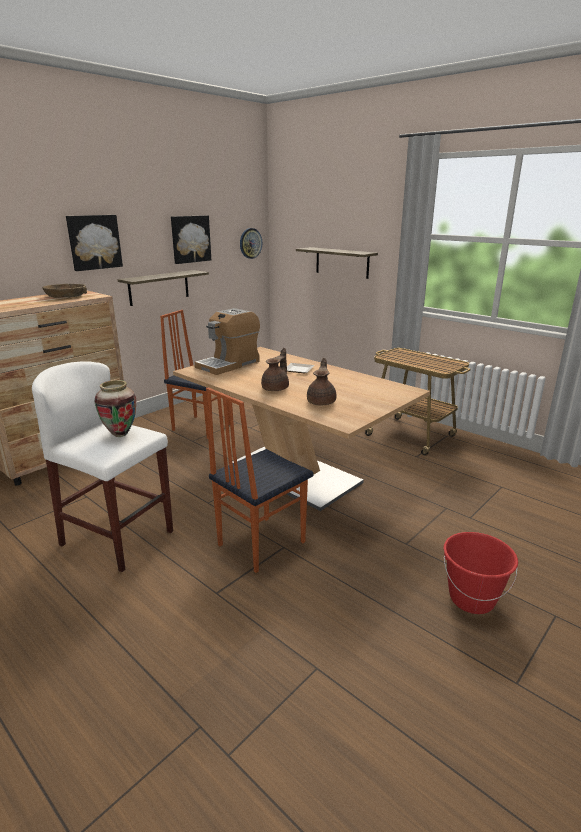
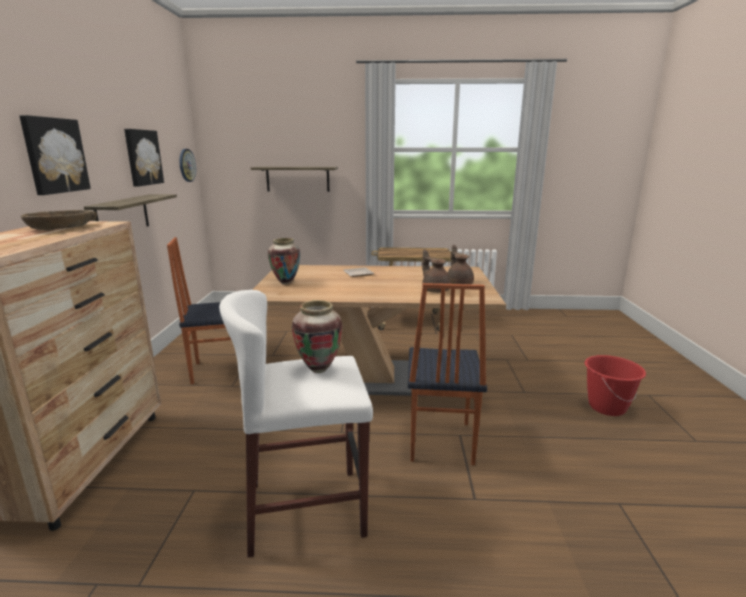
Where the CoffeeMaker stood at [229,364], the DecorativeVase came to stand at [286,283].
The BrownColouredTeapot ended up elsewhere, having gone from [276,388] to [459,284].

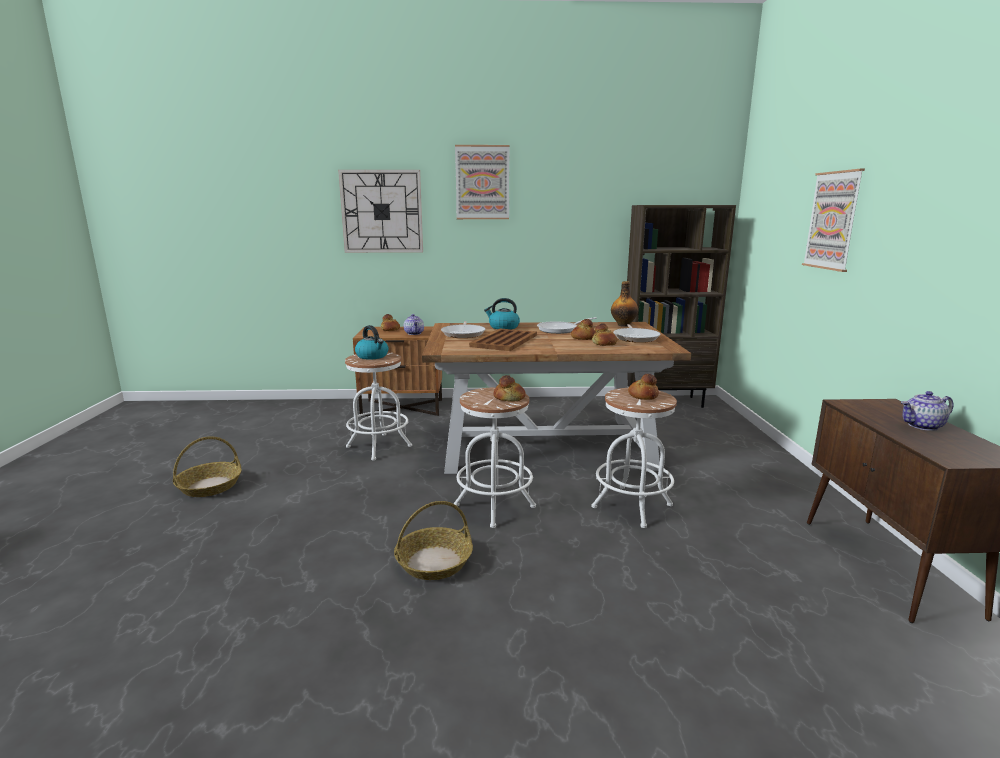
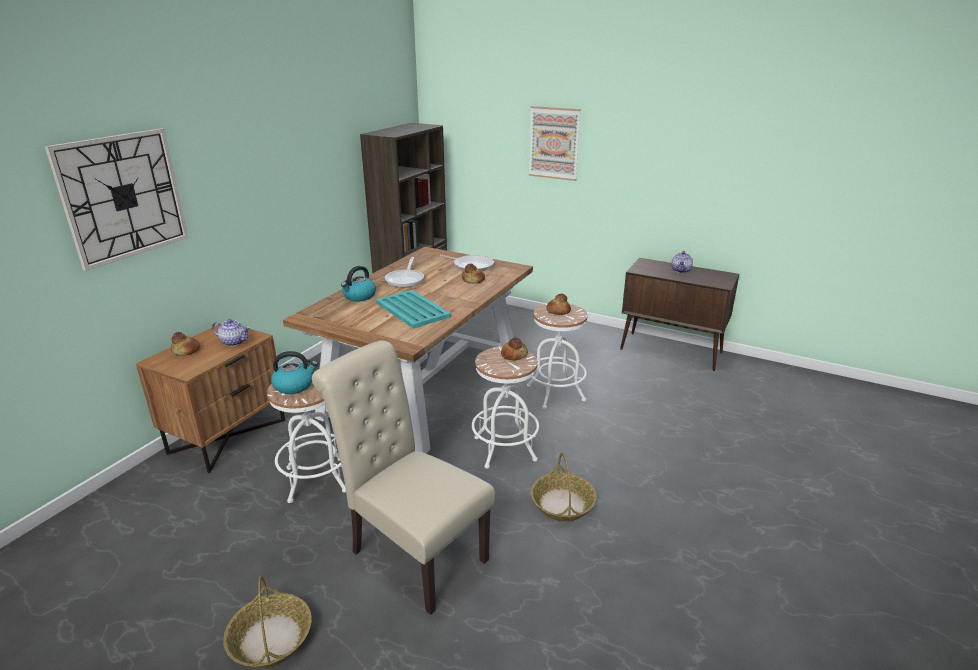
The second view lost the Pan at [463,334].
The second view lost the WallArt at [482,182].
What was the BrownColouredTray at [504,341] turned into the BlueGreenTray at [412,310].
The second view lost the BakeryBread at [583,338].
The second view lost the BeverageBottle at [623,325].
The second view gained the BeigeColouredUprightChair at [412,552].

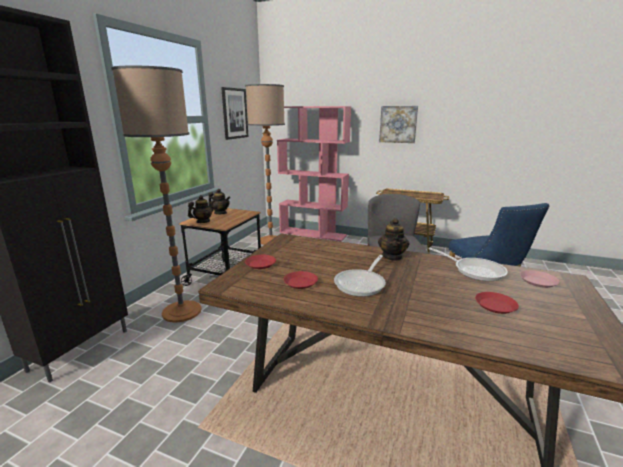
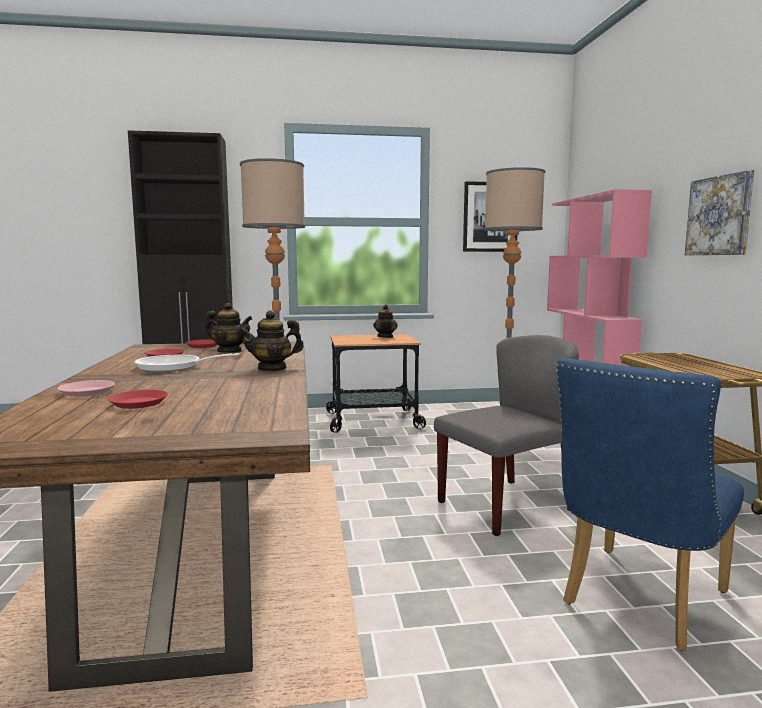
The Teapot ended up elsewhere, having gone from [203,221] to [229,351].
The second view lost the Pan at [474,270].
The PinkishFlatDish ended up elsewhere, having gone from [538,281] to [87,392].

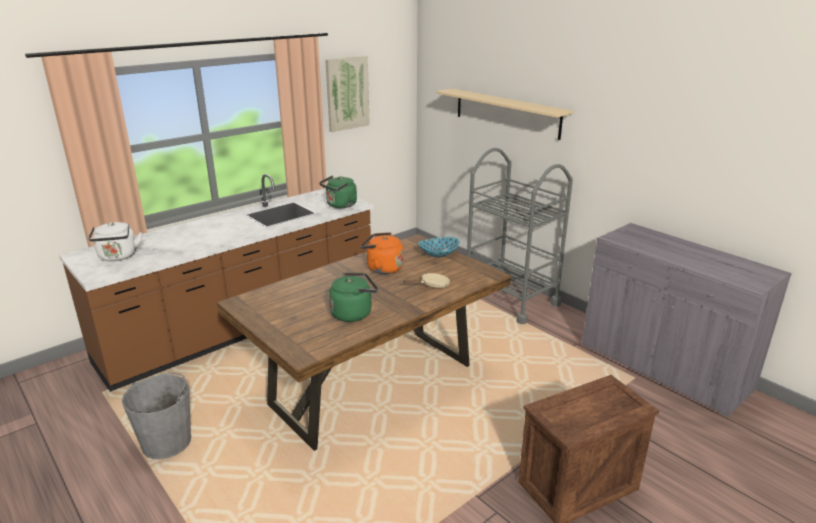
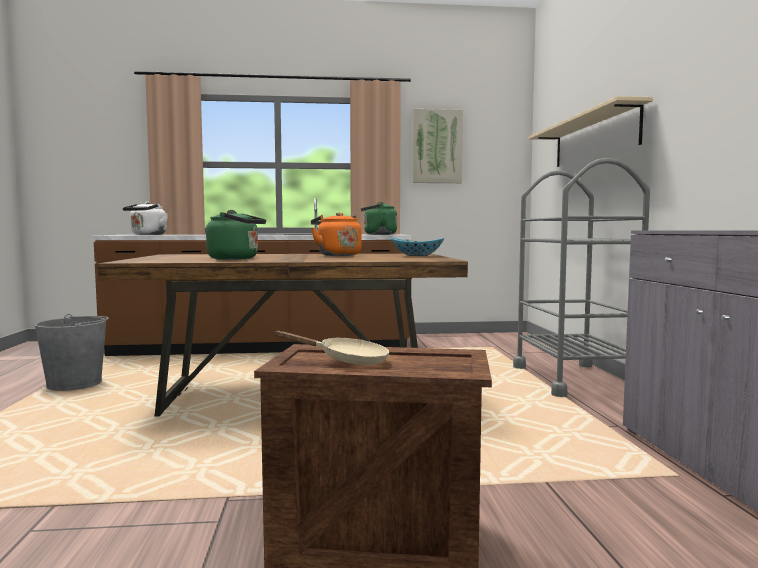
The BeigeColouredPan ended up elsewhere, having gone from [432,285] to [346,360].

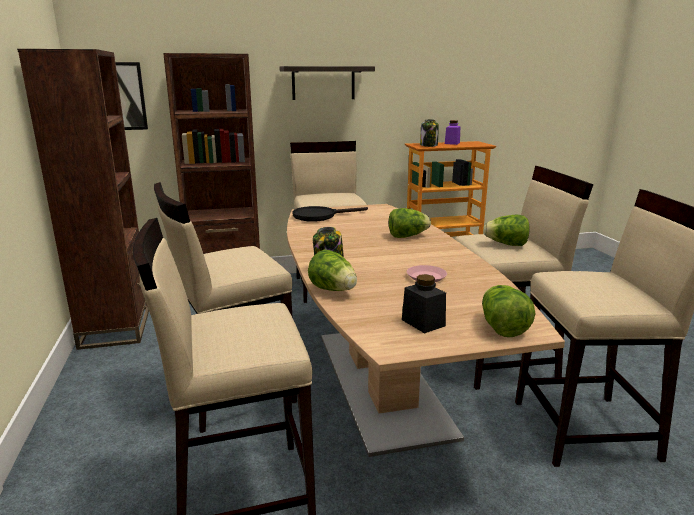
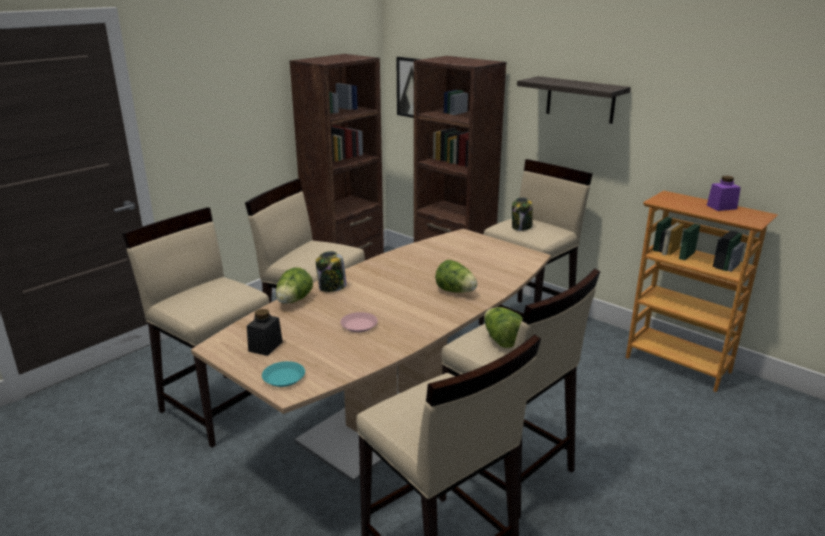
The second view lost the BlackPan at [320,216].
The StorageJar ended up elsewhere, having gone from [429,145] to [521,227].
Where the LettuceHead stood at [502,328], the BlueGreenFlatDish came to stand at [283,377].

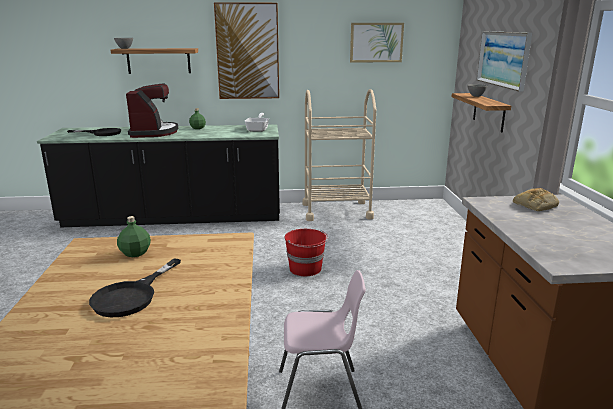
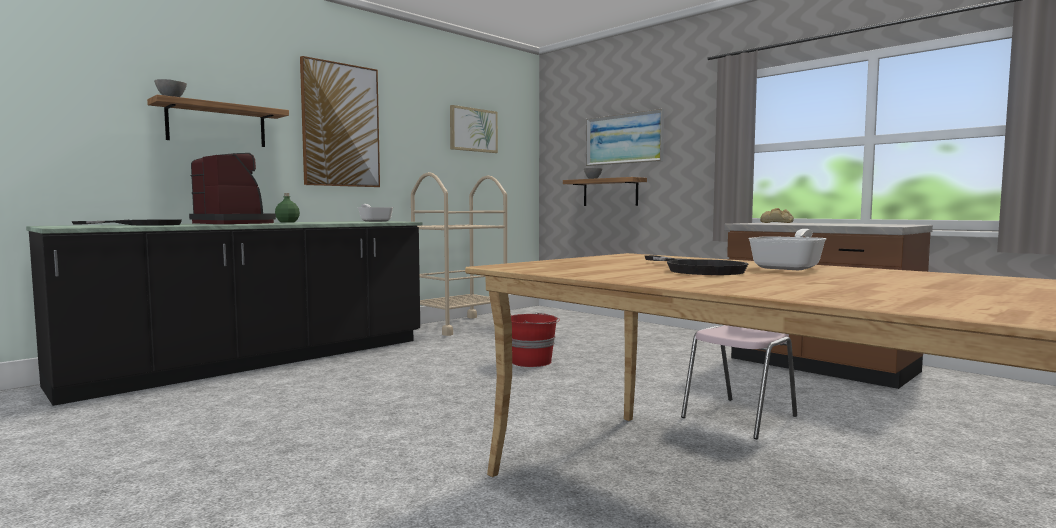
The second view lost the GreenishBeverageBottle at [135,253].
The second view gained the Pan at [790,267].

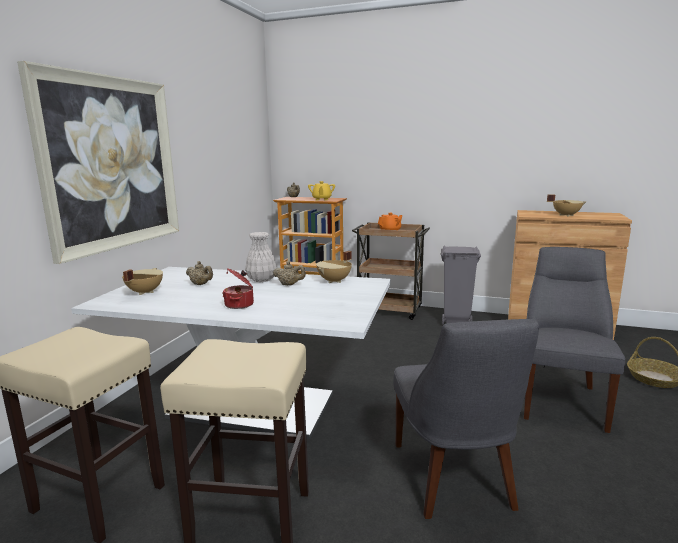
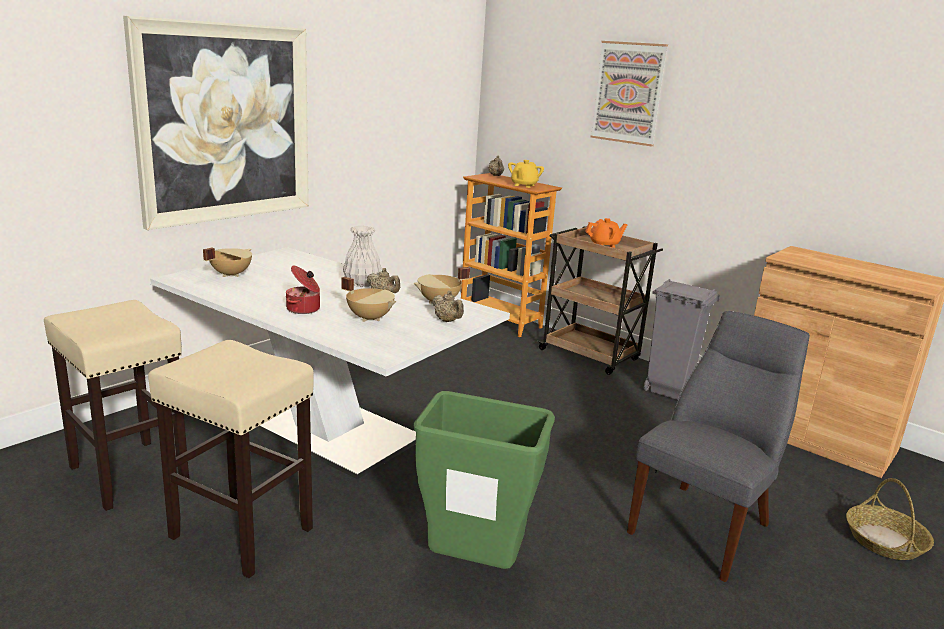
The BeigeColouredTeapot ended up elsewhere, having gone from [201,284] to [447,321].
Where the GreyishUprightChair stood at [454,479], the GreenishRubbishBin came to stand at [472,566].
The BeigeColouredSaucepot ended up elsewhere, having gone from [566,215] to [370,318].
The second view gained the WallArt at [628,93].

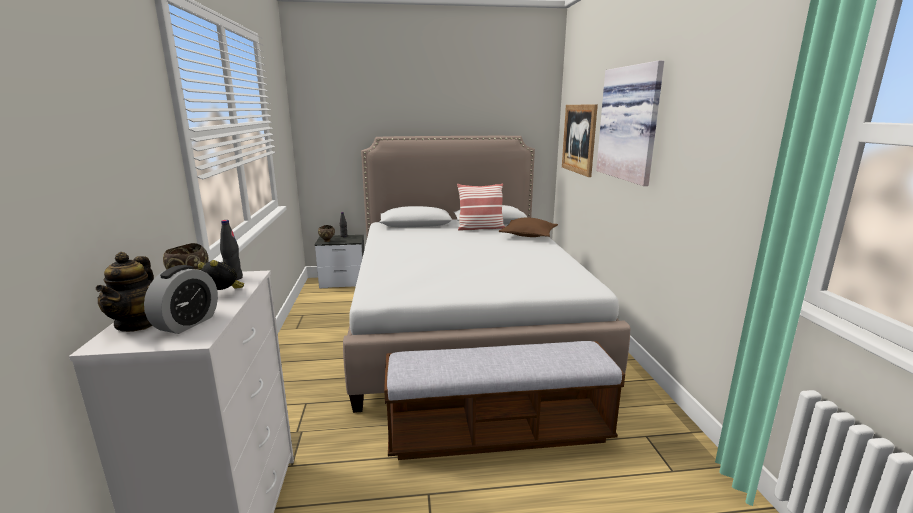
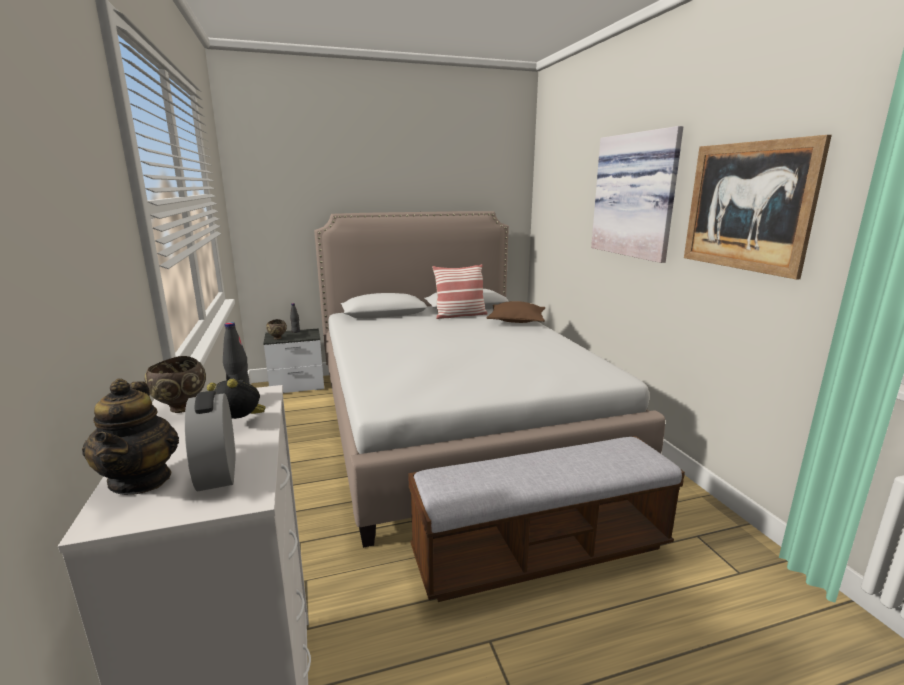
The TableClock at [187,323] ended up facing another way, 150 degrees clockwise from before.
The WallArt ended up elsewhere, having gone from [579,139] to [747,206].

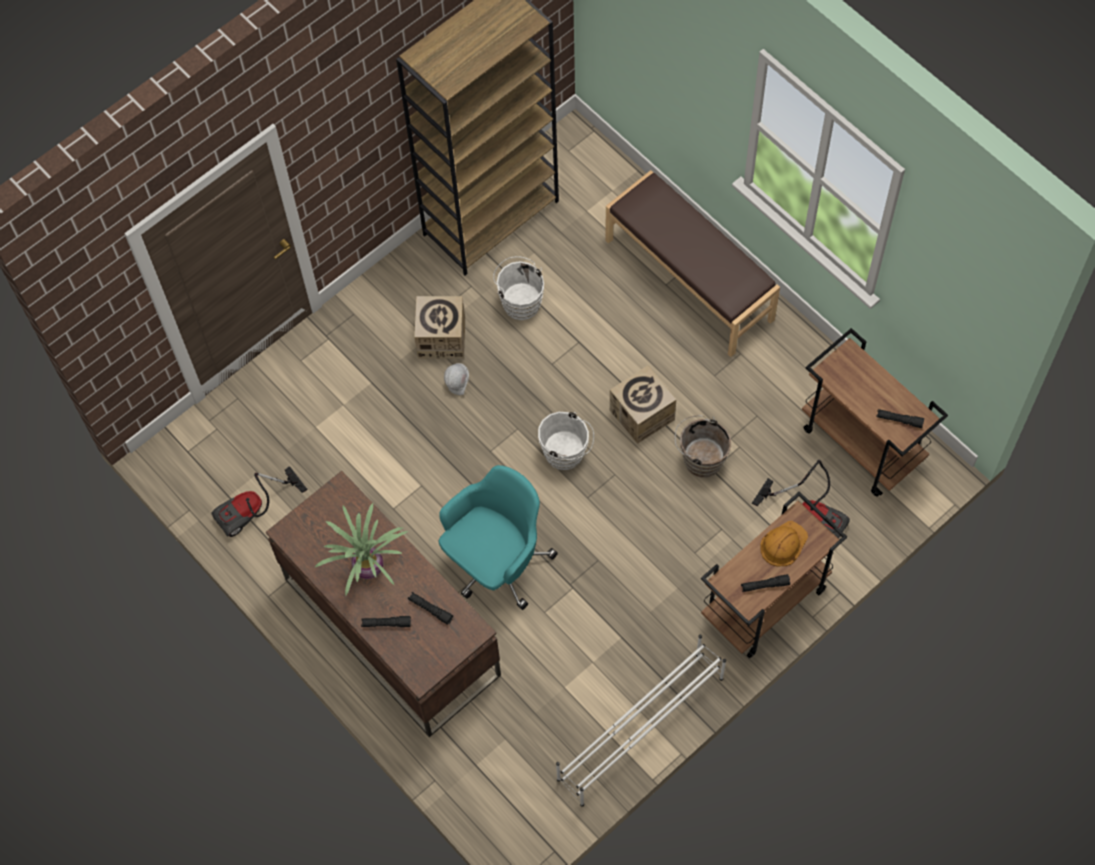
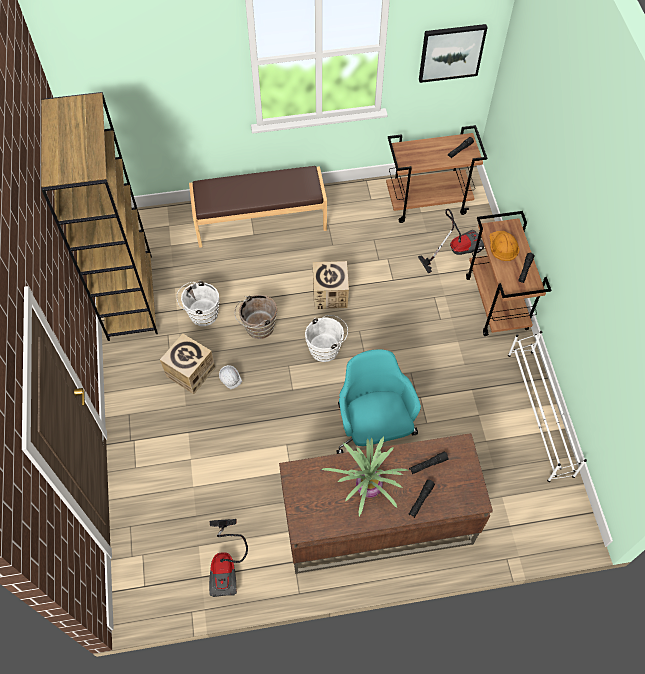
The BrownColouredBucket ended up elsewhere, having gone from [700,458] to [257,328].
The second view gained the WallArt at [451,52].

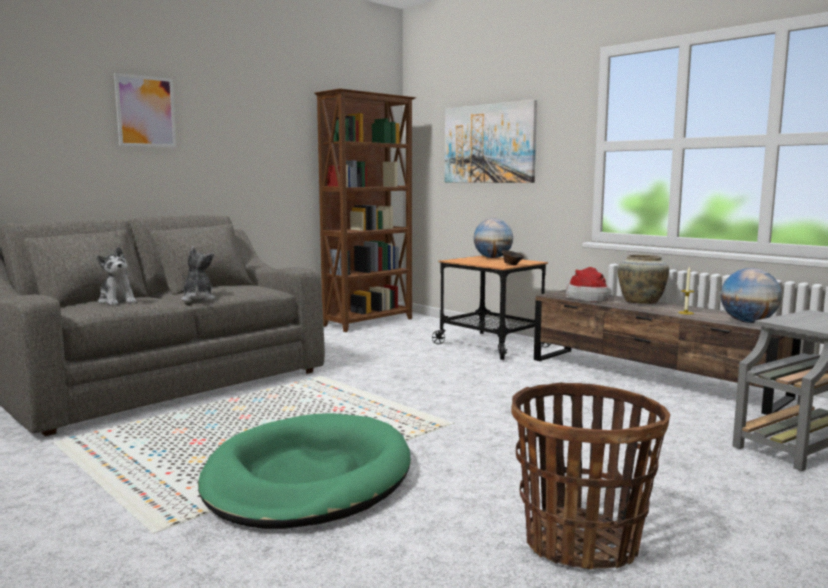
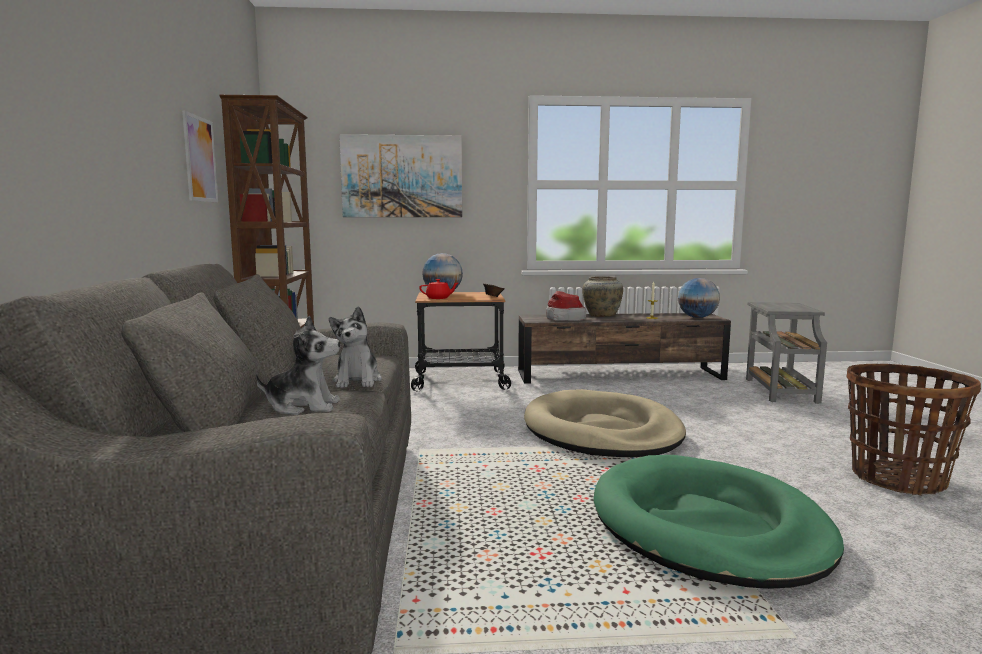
The WallArt ended up elsewhere, having gone from [146,111] to [200,159].
The SoftToy at [198,299] ended up facing another way, 120 degrees counterclockwise from before.
The second view gained the ReddishTeapot at [439,298].
The second view gained the BeigeColouredPetBed at [602,431].

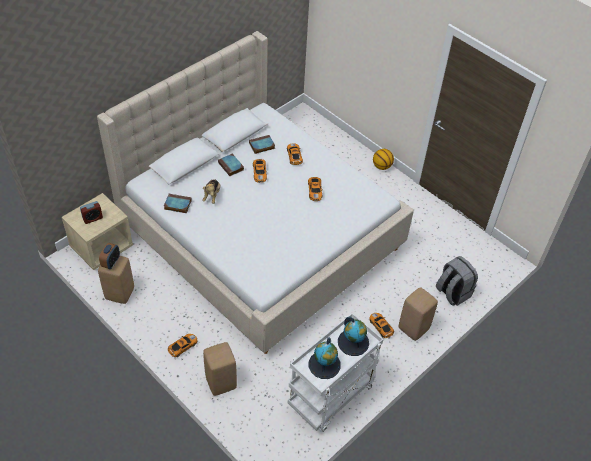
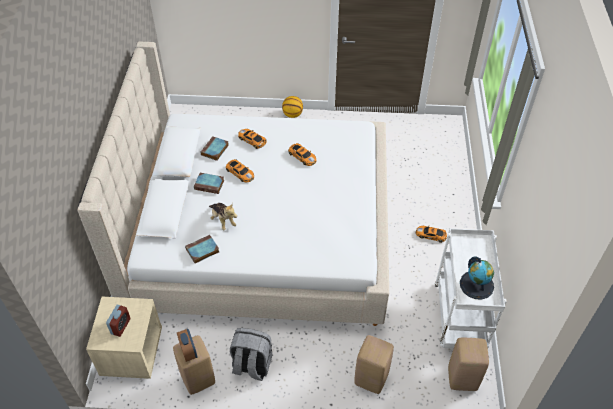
The second view lost the ModelCar at [182,346].
The second view lost the DeskGlobe at [353,342].
The BeigeColouredStool ended up elsewhere, having gone from [413,329] to [463,379].
The GreyishRucksack ended up elsewhere, having gone from [452,293] to [251,365].

